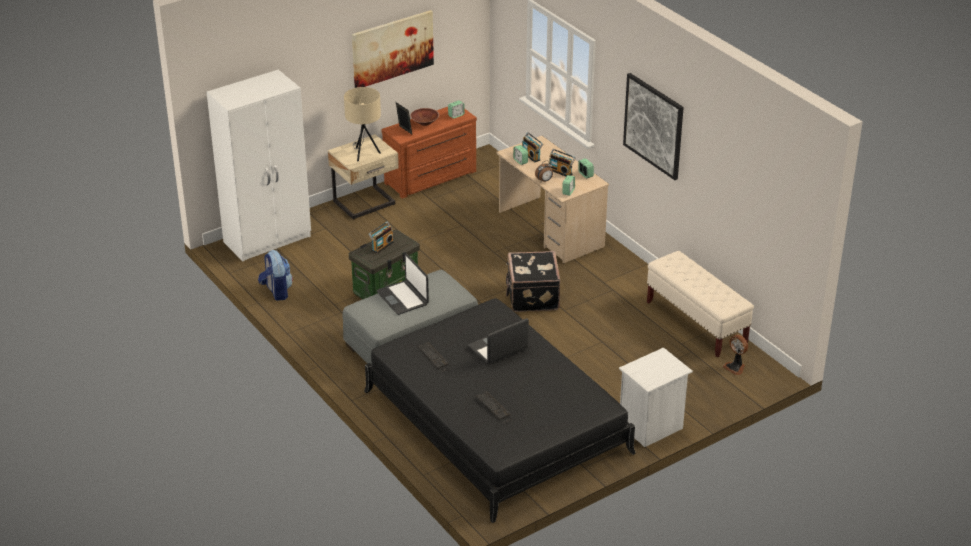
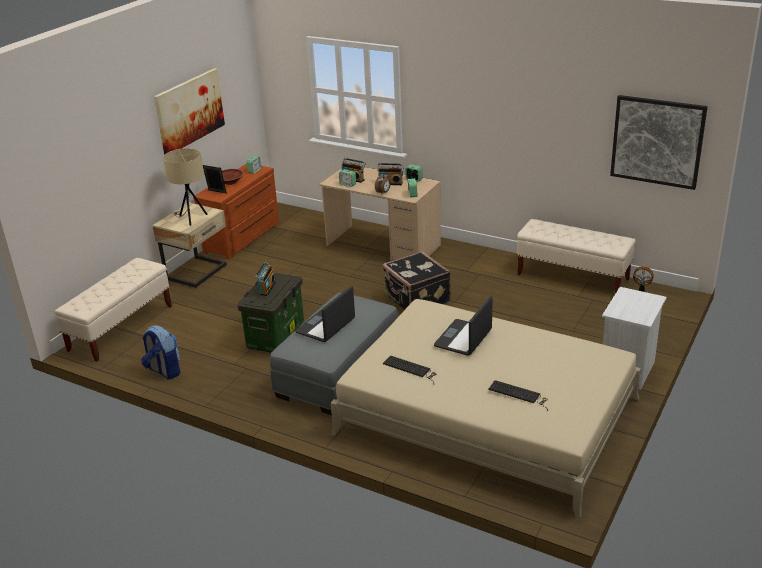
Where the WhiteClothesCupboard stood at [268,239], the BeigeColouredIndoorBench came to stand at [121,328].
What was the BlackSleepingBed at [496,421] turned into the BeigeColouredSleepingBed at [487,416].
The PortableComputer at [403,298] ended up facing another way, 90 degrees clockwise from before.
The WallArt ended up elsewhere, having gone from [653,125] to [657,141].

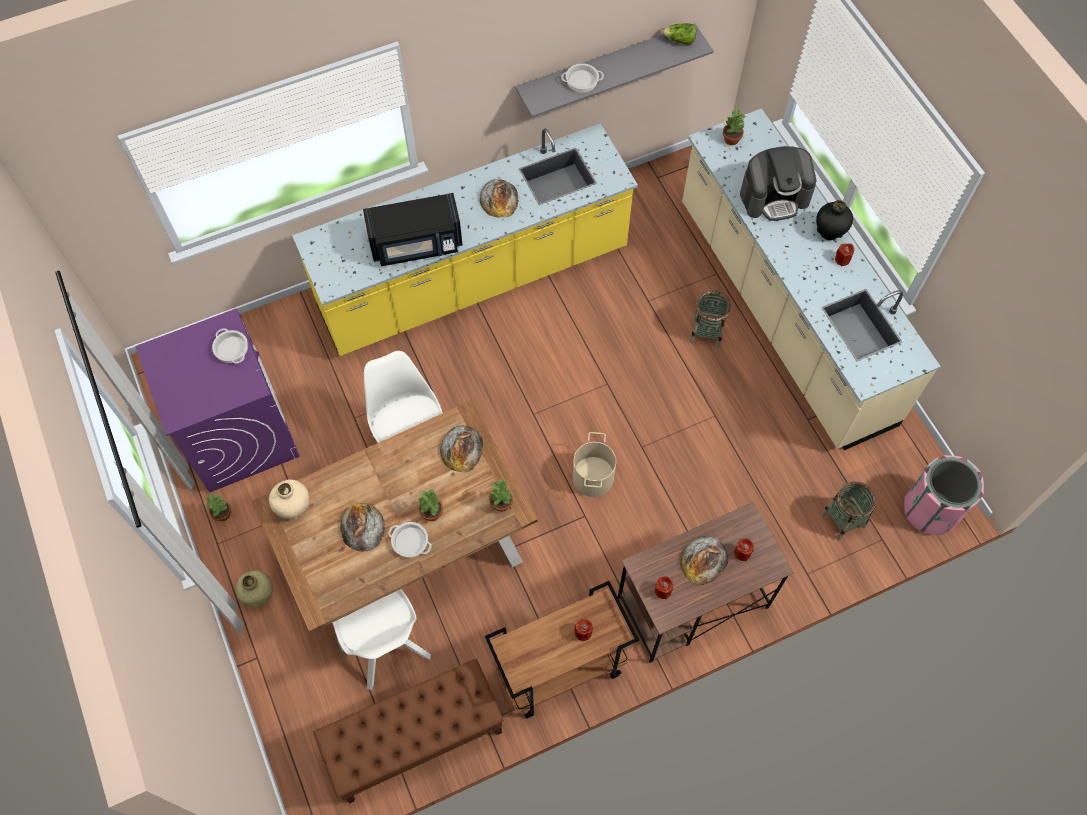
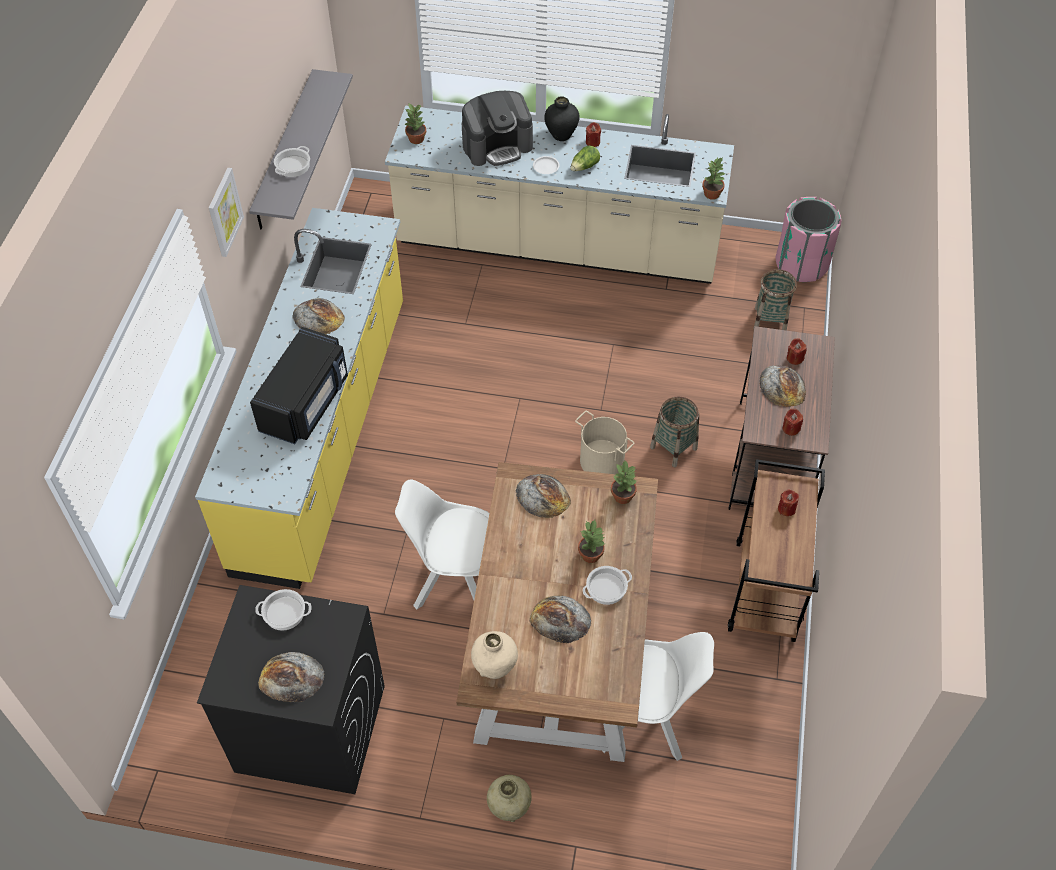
What was the PurpleLaundryAppliance at [239,433] turned into the BlackLaundryAppliance at [309,728].
The PottedPlant ended up elsewhere, having gone from [222,514] to [712,194].
The second view lost the BrownColouredIndoorBench at [415,740].
The LettuceHead ended up elsewhere, having gone from [680,40] to [584,167].
The StorageBasket ended up elsewhere, having gone from [706,332] to [673,448].
The CoffeeMaker at [774,197] ended up facing another way, 45 degrees clockwise from before.
The second view gained the WallArt at [224,212].
The second view gained the BakeryBread at [291,677].
The second view gained the WhiteFlatDish at [546,167].

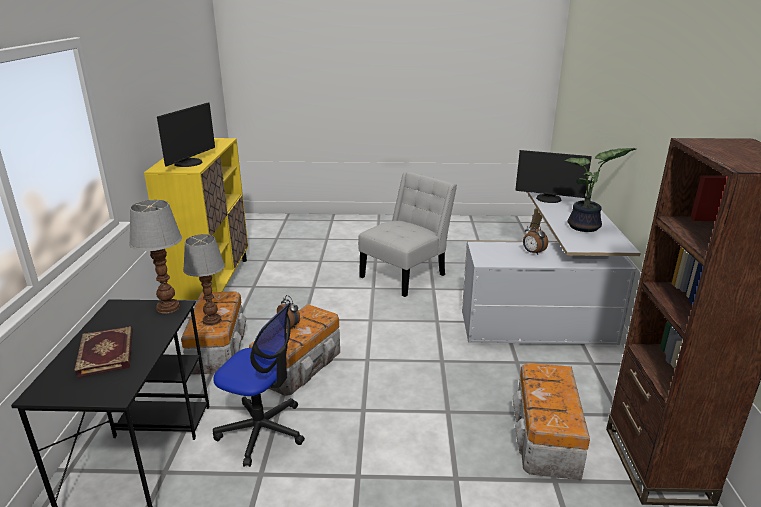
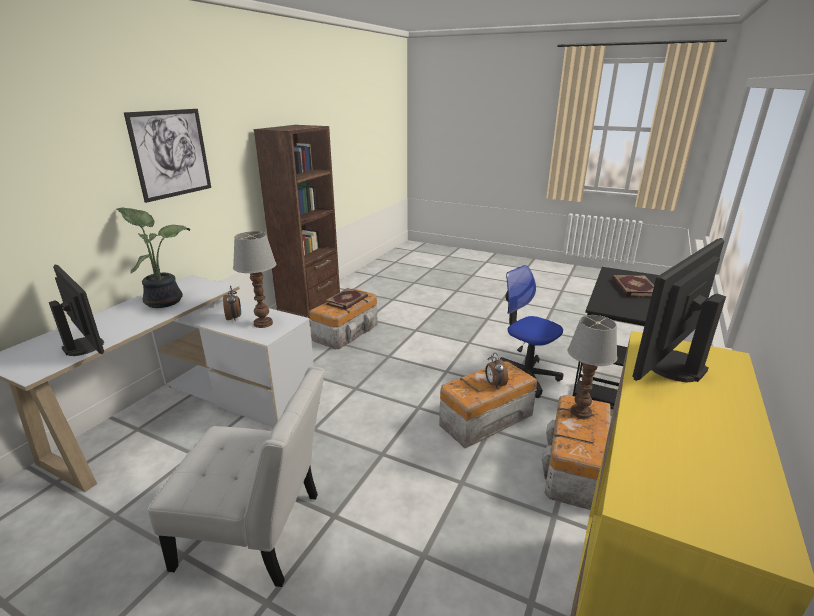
The TableLamp ended up elsewhere, having gone from [168,307] to [263,324].
The WhiteUprightChair at [406,274] ended up facing another way, 150 degrees counterclockwise from before.
The second view gained the WallArt at [171,154].
The second view gained the Volume at [347,300].

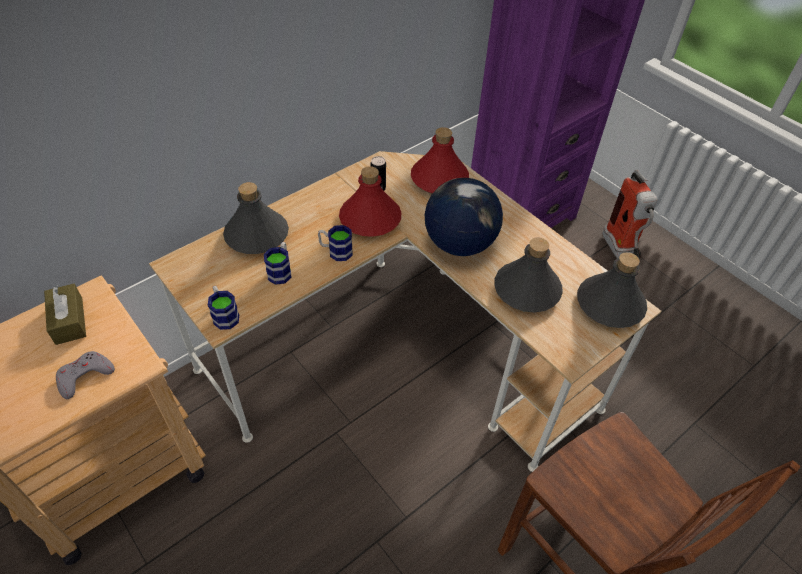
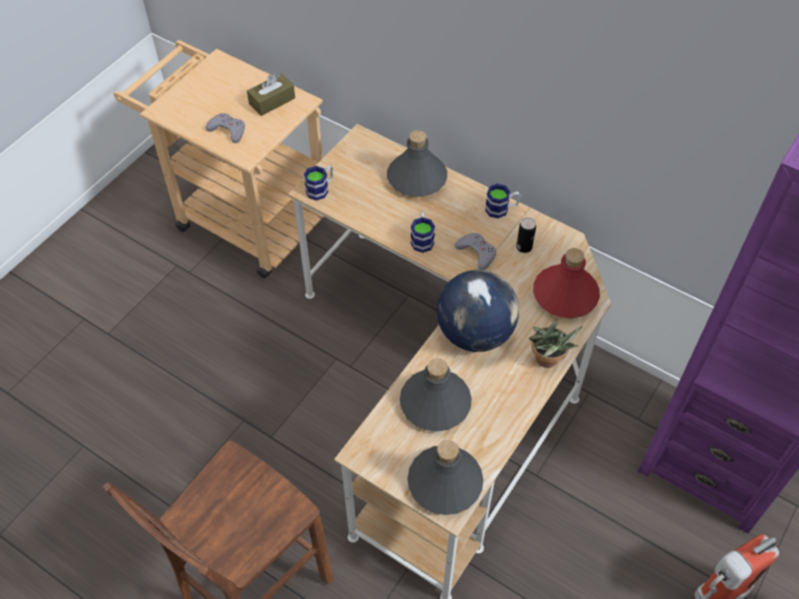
The TeaMug ended up elsewhere, having gone from [281,271] to [501,209].
Where the ReddishBeverageBottle stood at [370,219], the GreyishGameController came to stand at [476,253].
The second view gained the PottedPlant at [547,362].

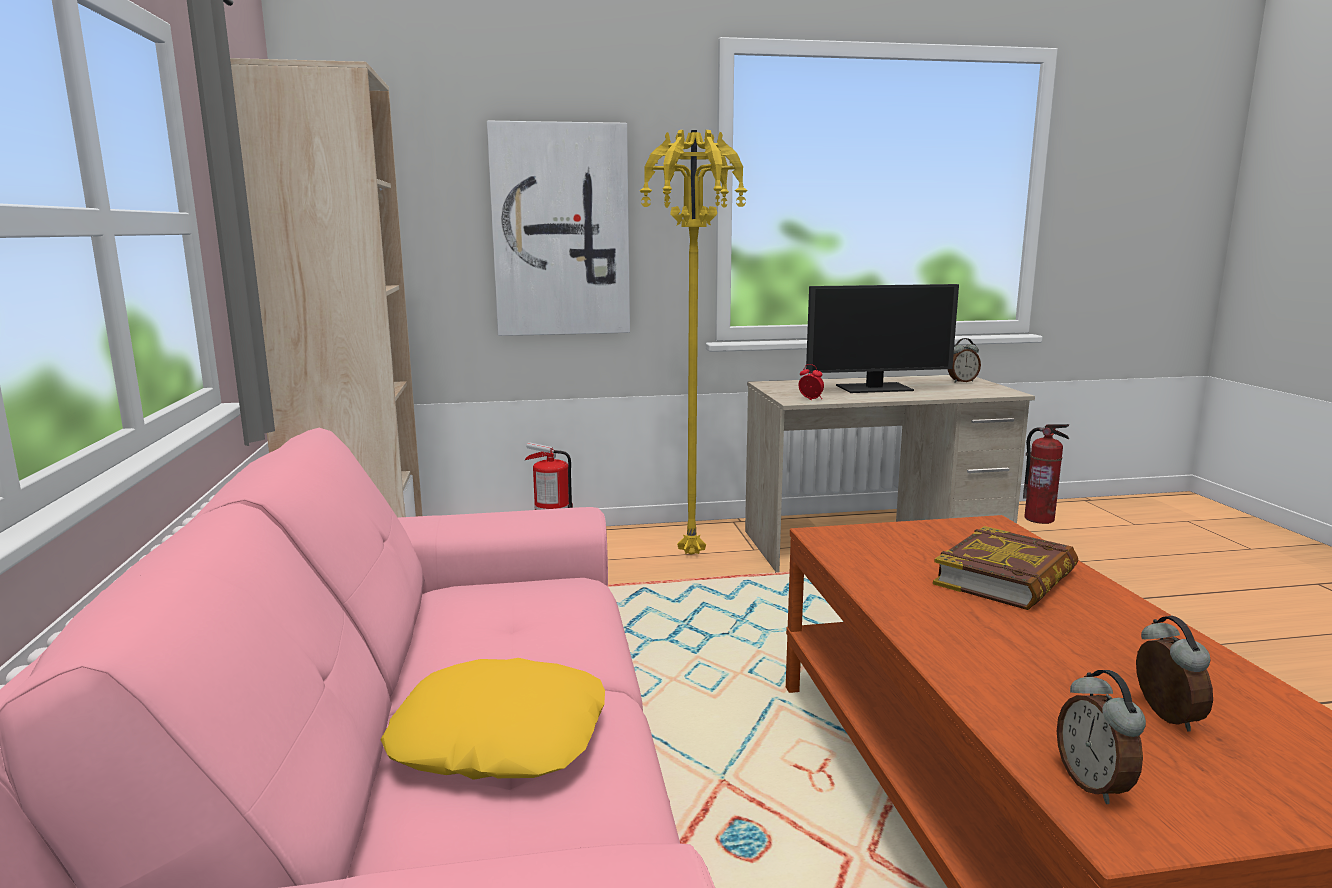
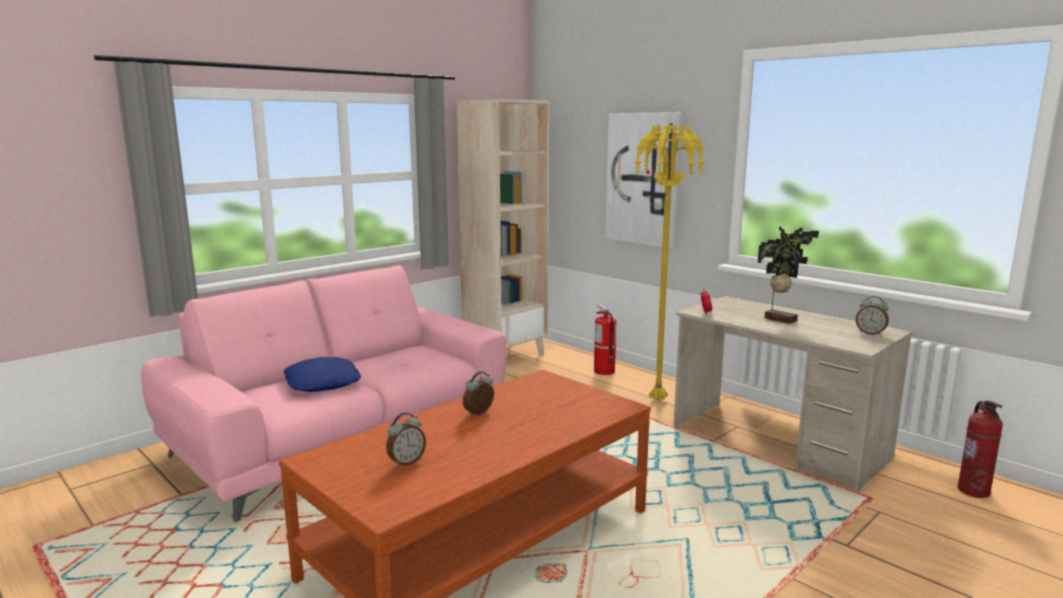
What was the YellowishCushion at [501,736] turned into the BlueColouredCushion at [323,383].
Where the Monitor stood at [875,388], the PottedPlant came to stand at [780,319].
The second view lost the Volume at [1006,578].
The TableClock ended up elsewhere, having gone from [1094,784] to [479,413].

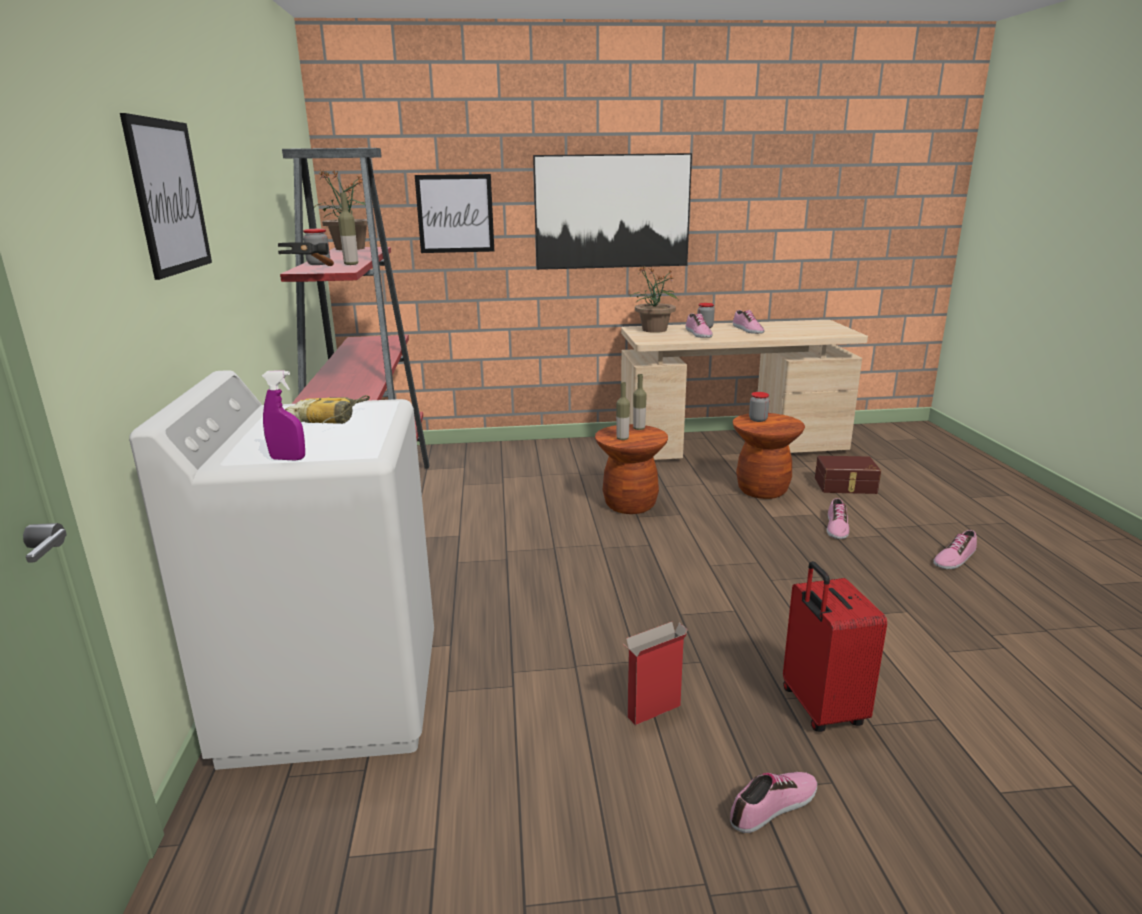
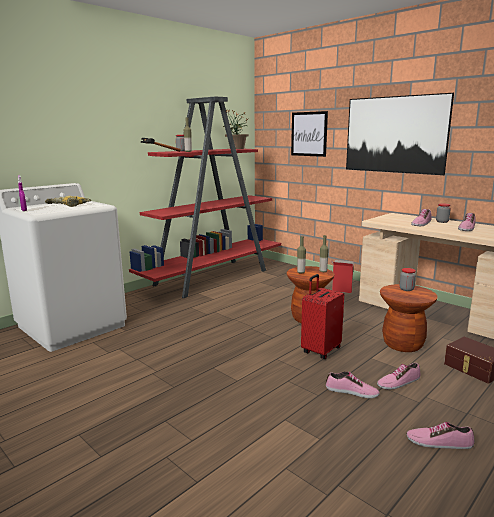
The second view lost the WallArt at [169,197].
The CardboardBox ended up elsewhere, having gone from [653,711] to [341,291].
The second view lost the PottedPlant at [654,330].
The LowShoe ended up elsewhere, having gone from [774,806] to [351,392].
The ReddishPieceOfLuggage ended up elsewhere, having gone from [820,708] to [320,350].

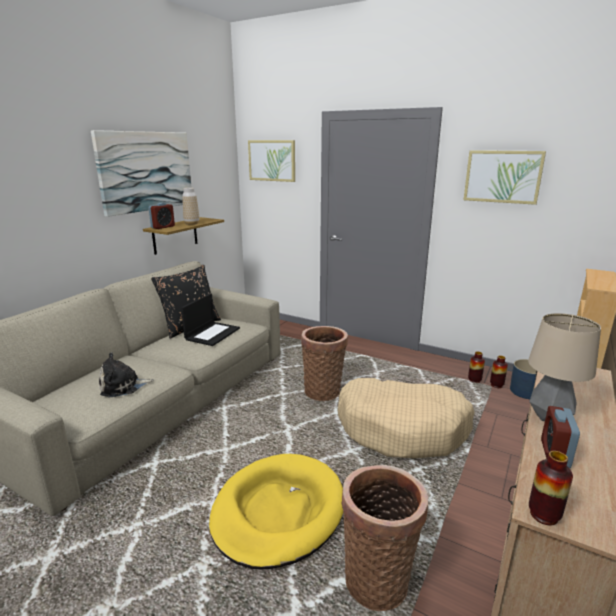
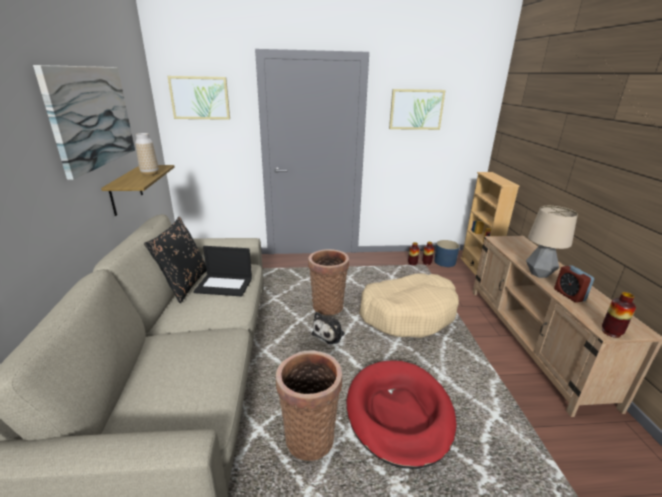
The SoftToy ended up elsewhere, having gone from [123,386] to [330,333].
The second view lost the TableClock at [163,227].
The PortableComputer at [212,333] ended up facing another way, 105 degrees clockwise from before.
What was the YellowishPetBed at [278,511] turned into the ReddishPetBed at [399,413].
The StorageBasket ended up elsewhere, having gone from [378,578] to [309,436].

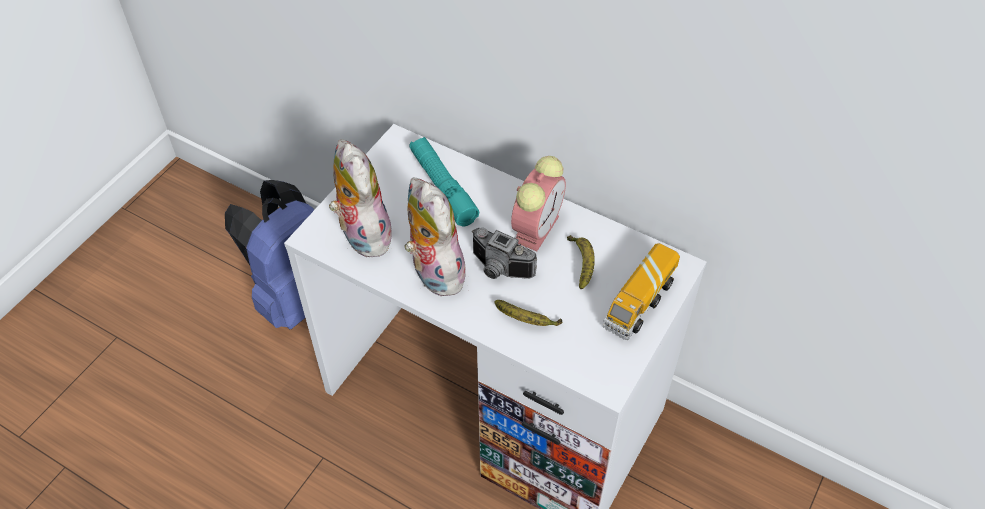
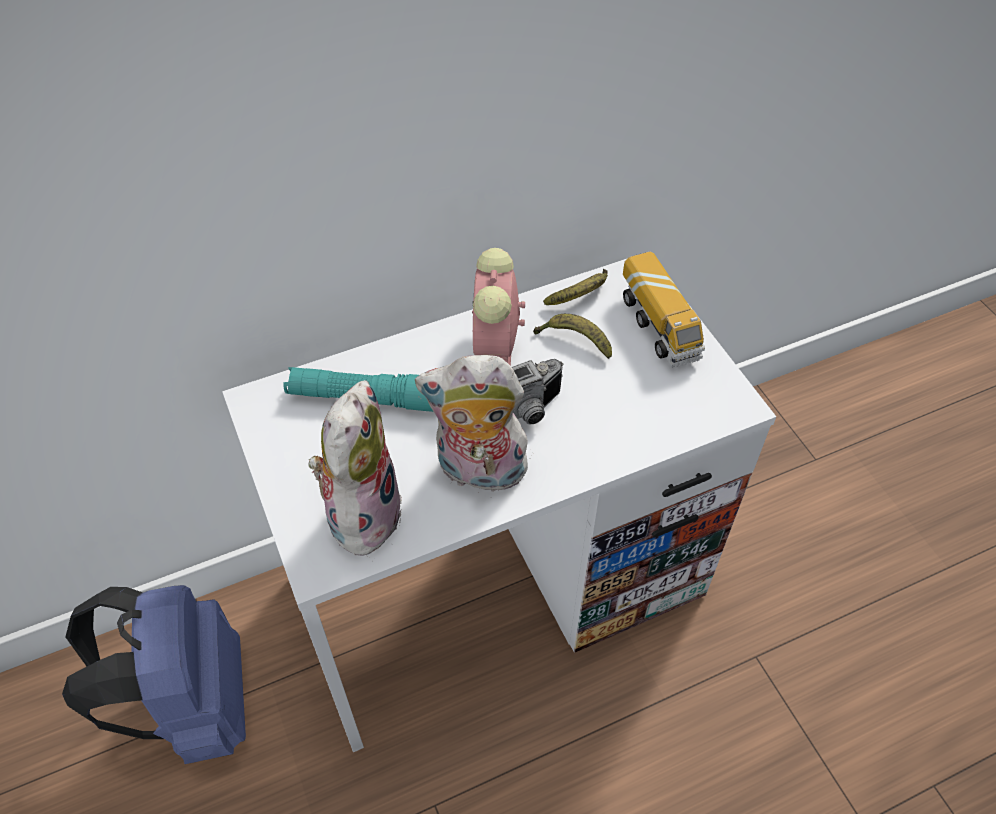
The SoftToy at [362,234] ended up facing another way, 90 degrees clockwise from before.
The BananaFruit ended up elsewhere, having gone from [526,320] to [580,295].
The TableClock at [536,227] ended up facing another way, 150 degrees counterclockwise from before.

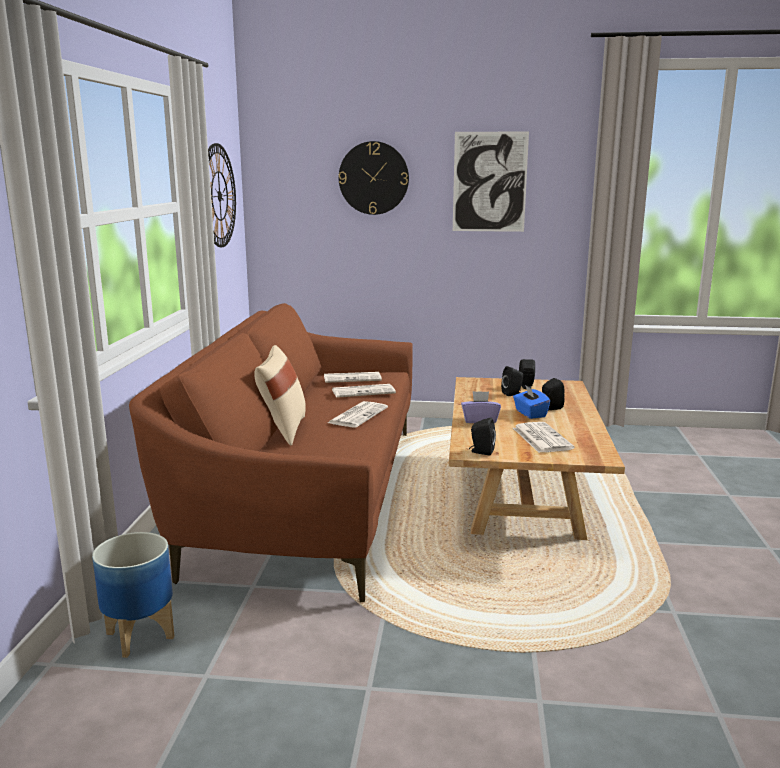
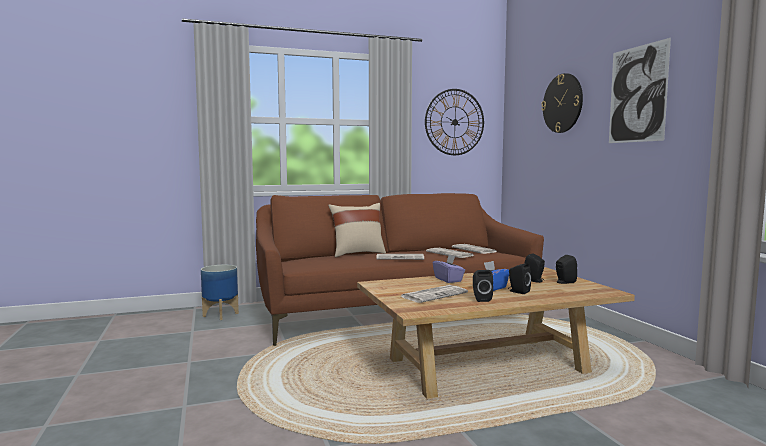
The BlackAudioSpeaker ended up elsewhere, having gone from [481,451] to [481,299].

